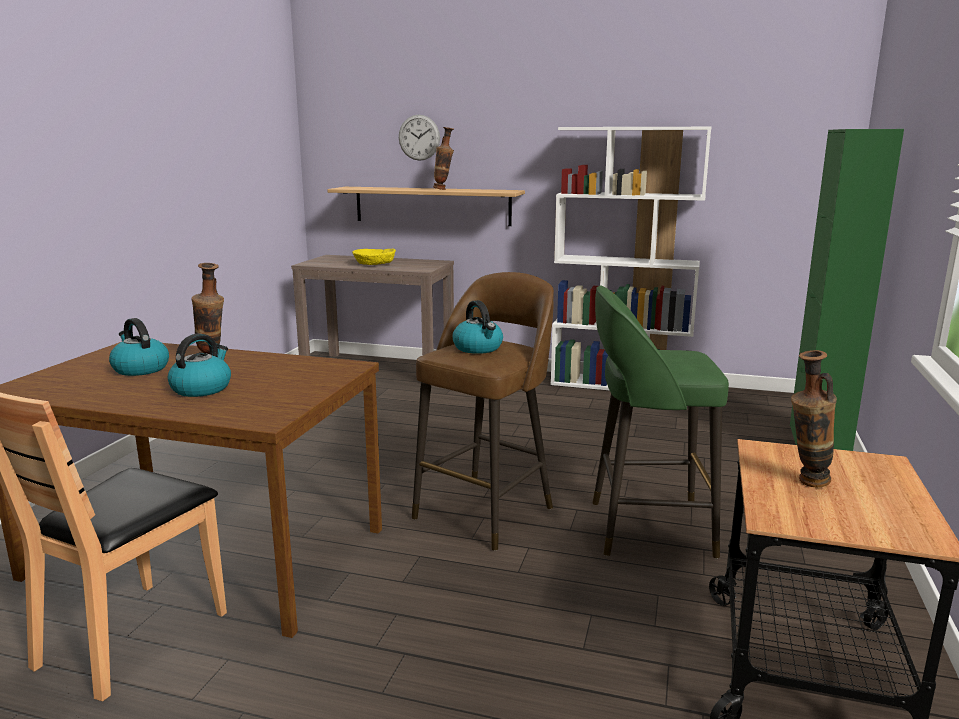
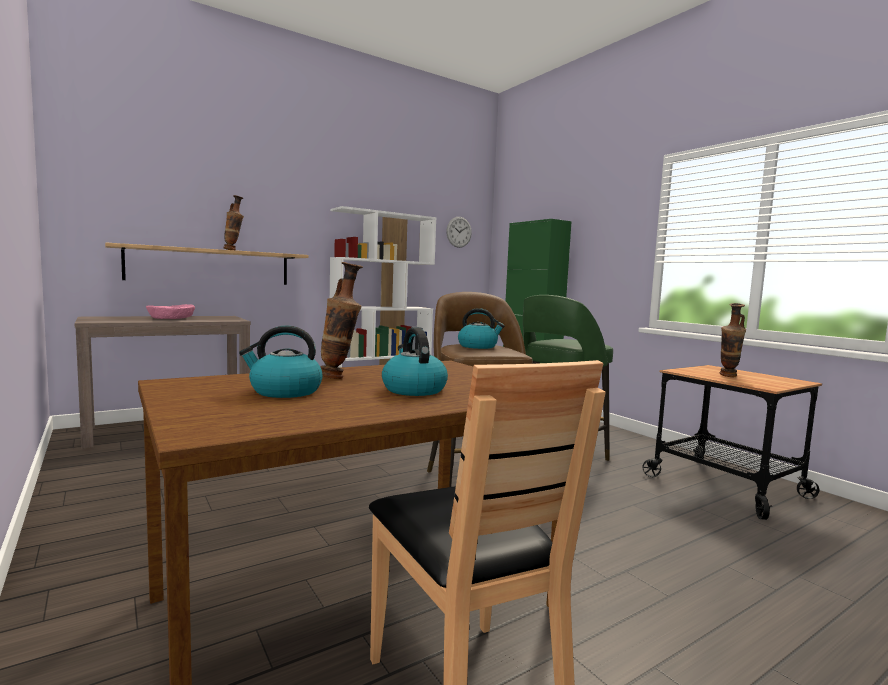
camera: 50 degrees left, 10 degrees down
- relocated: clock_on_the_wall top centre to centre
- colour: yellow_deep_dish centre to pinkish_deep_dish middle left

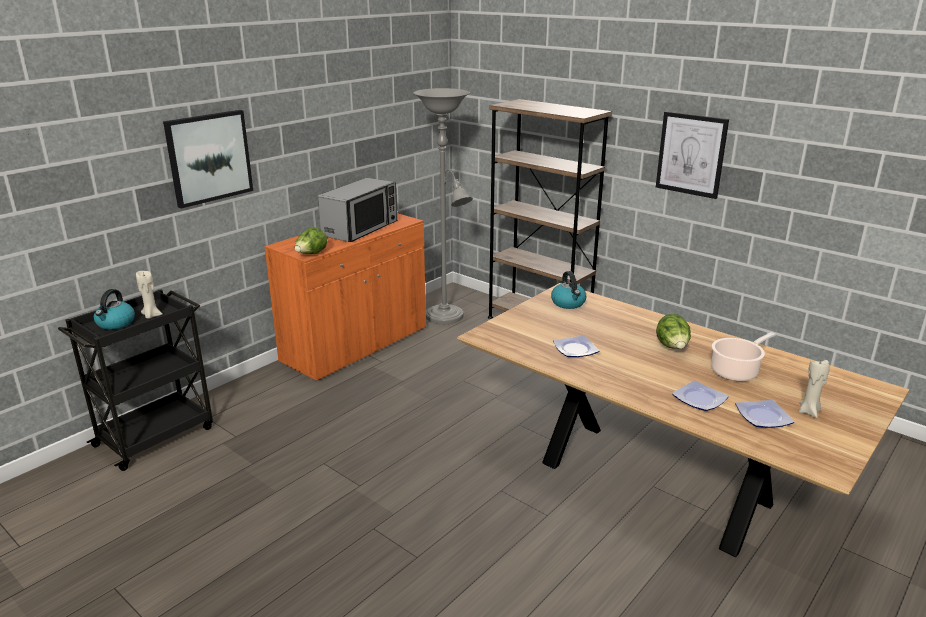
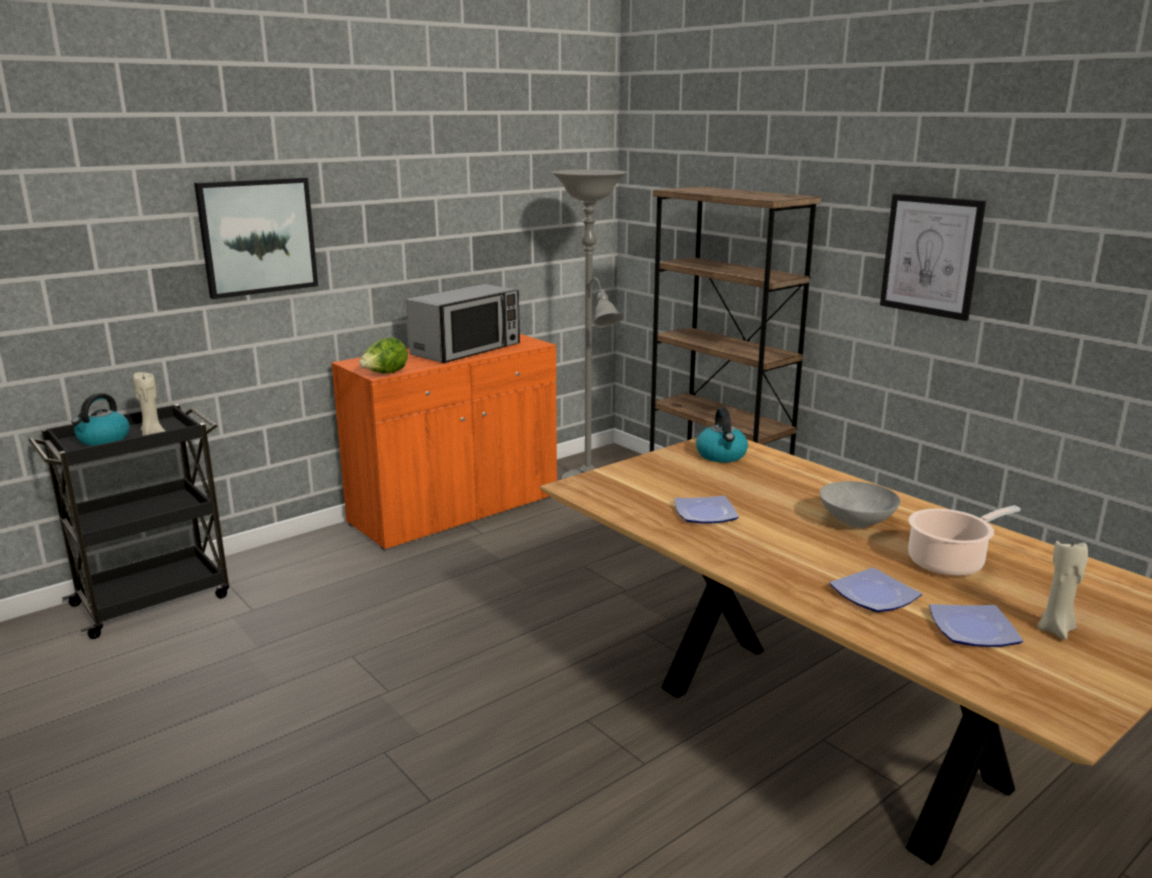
camera: 10 degrees right, 5 degrees down
- exchanged: head_of_lettuce (no. 2 from left) middle right to greyish_deep_dish middle right

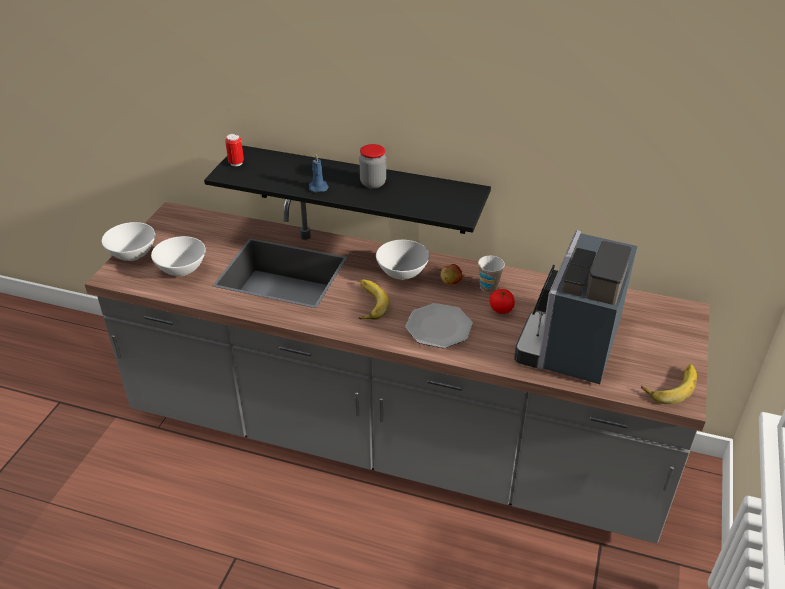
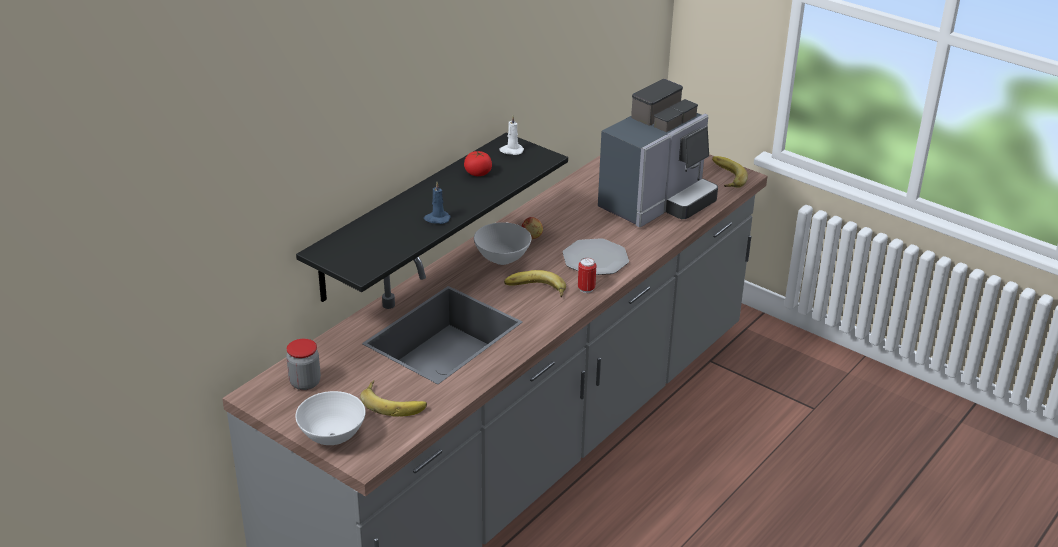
camera: 70 degrees left, 5 degrees down
- missing: drinking_cup centre
- appeared: whitish_wax_light top centre
- relocated: sealed_can top left to centre
- relocated: storage_jar top centre to middle left
- relocated: whole_tomato centre to top centre
- exchanged: whitish_deep_dish (no. 2 from left) middle left to banana (no. 1 from left) bottom centre
- spun: coffee_brewer middle right = top centre 90 degrees counterclockwise

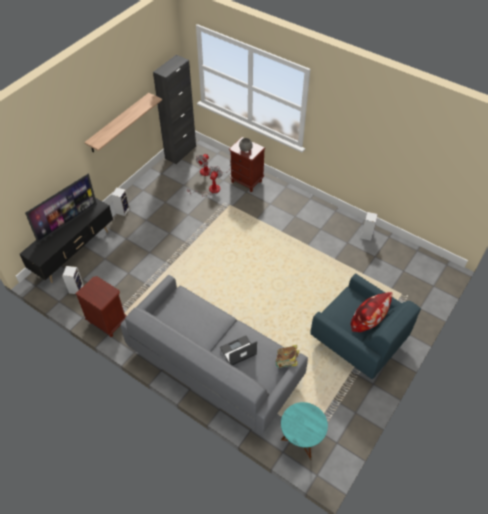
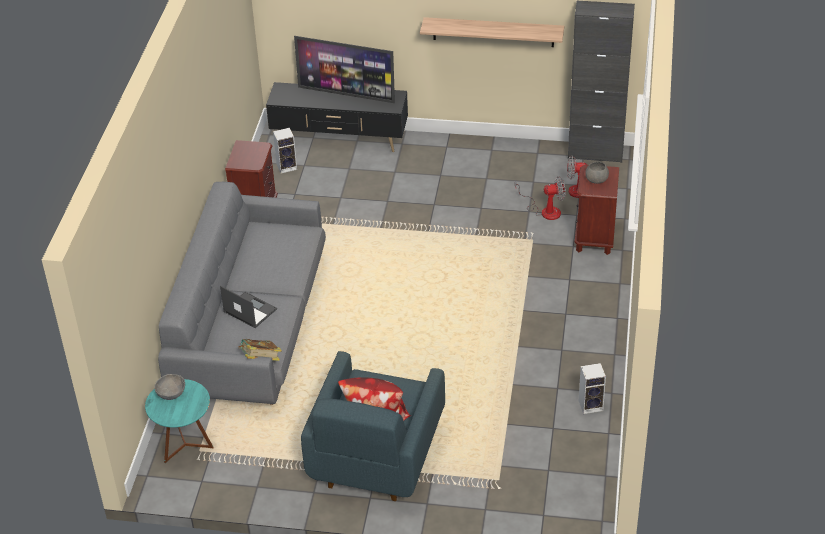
camera: 65 degrees right, 10 degrees down
- missing: audio_speaker (no. 2 from left) middle left
- appeared: greyish_deep_dish (no. 1 from left) bottom left

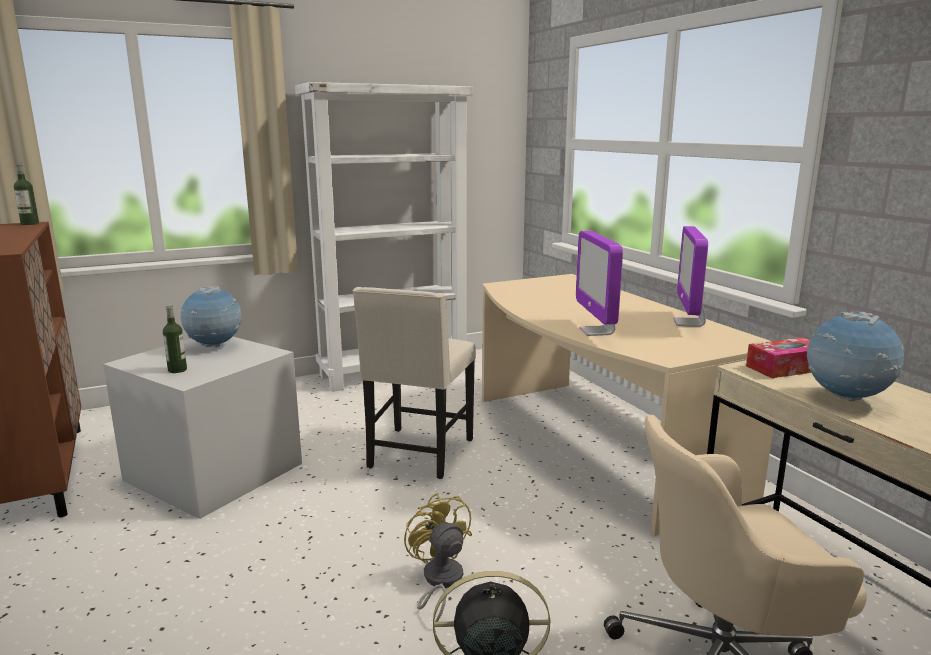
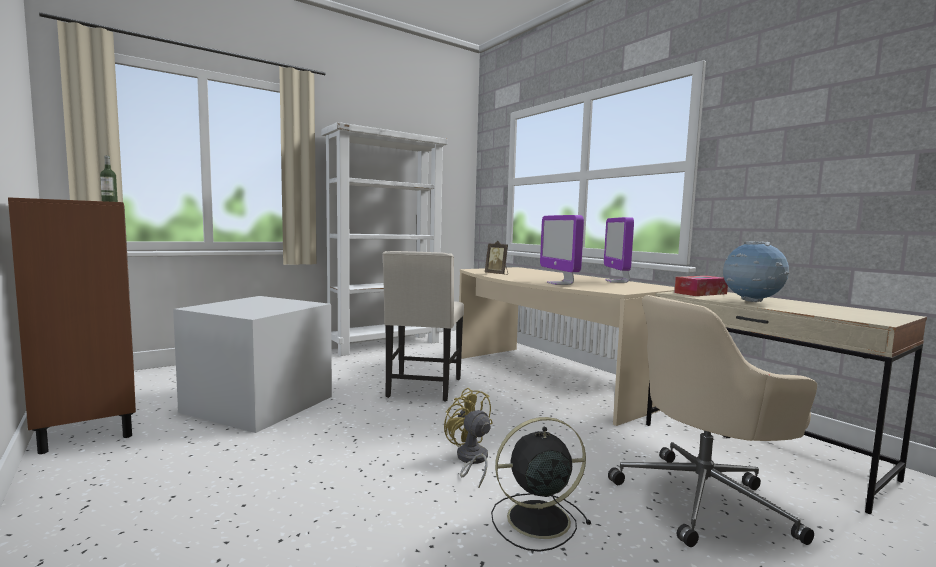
camera: 10 degrees left, 10 degrees down
- missing: beverage_bottle (no. 2 from left) middle left
- missing: desk_globe (no. 1 from left) middle left
- appeared: picture_frame centre

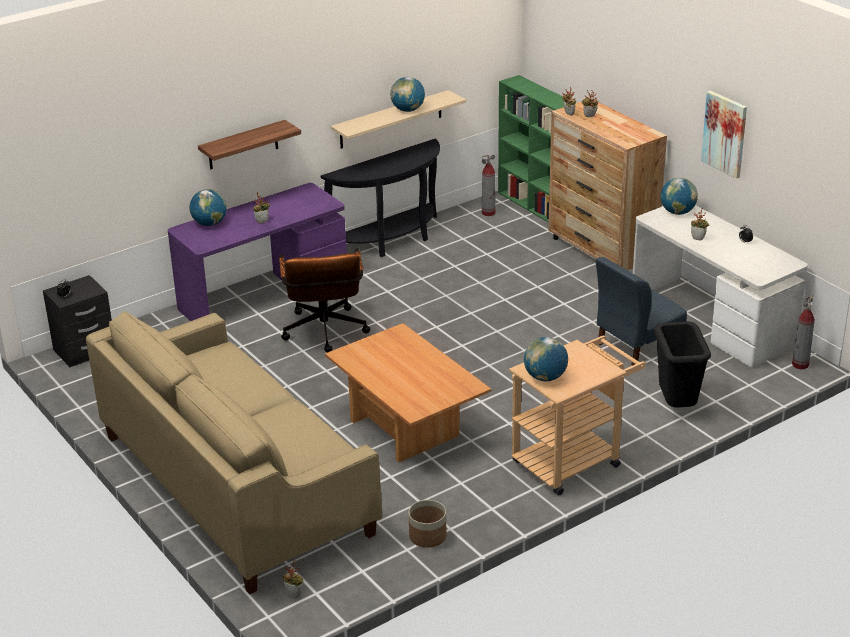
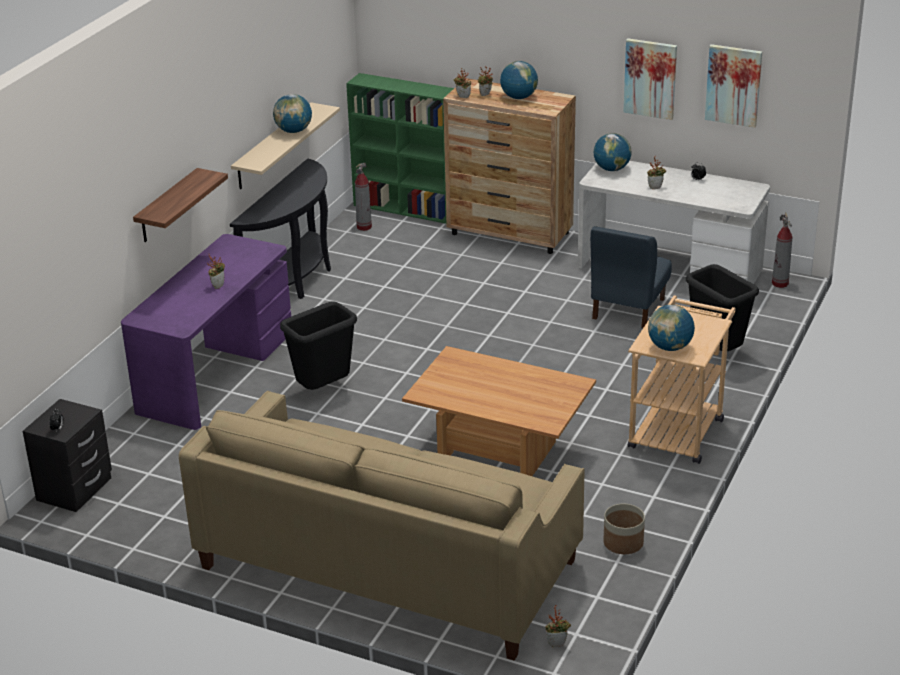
camera: 30 degrees left, 0 degrees up
- appeared: wall_art (no. 2 from left) top right
- relocated: desk_globe (no. 1 from left in the first image) top left to desk_globe (no. 2 from left) top centre
- exchanged: brown_computer_chair centre to black_waste_bin (no. 1 from left) centre

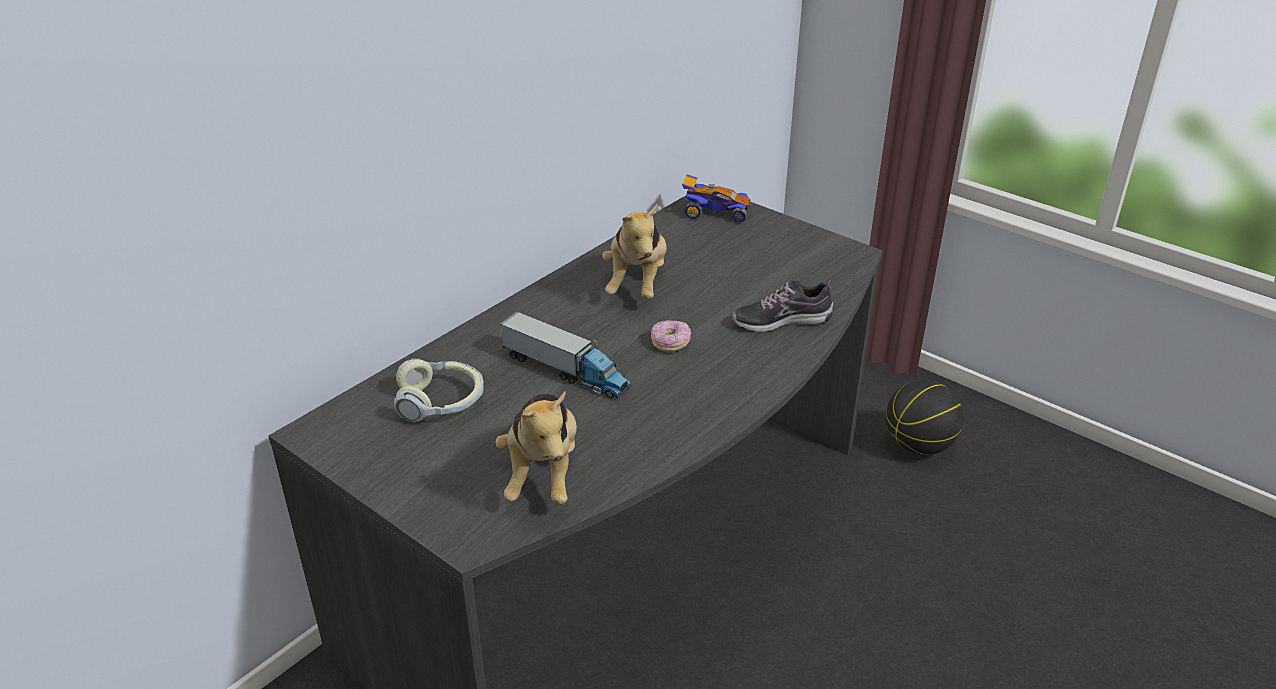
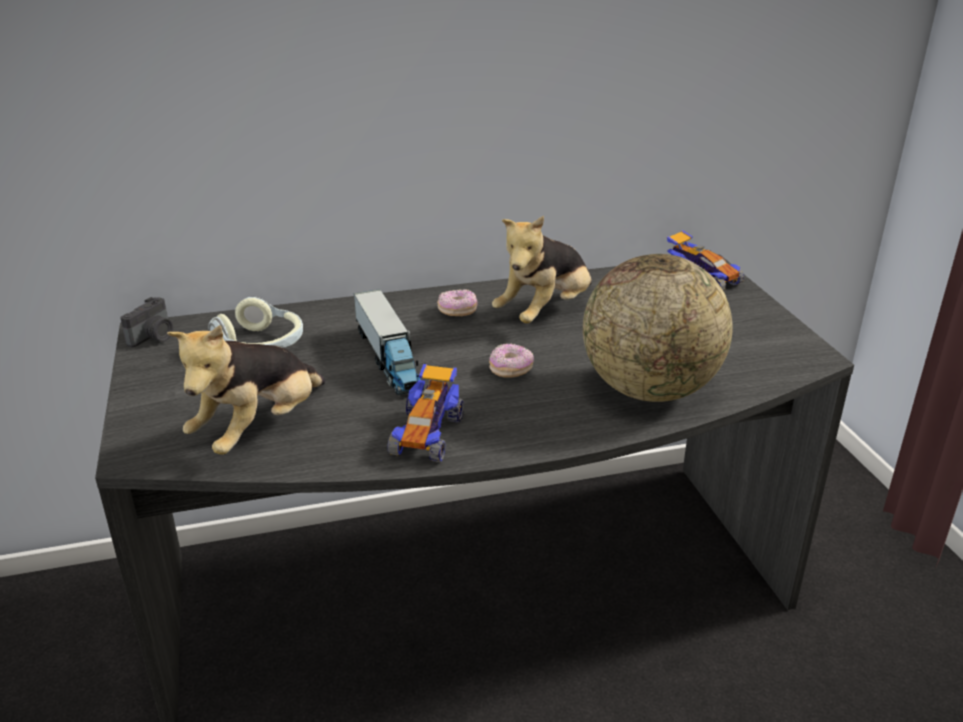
camera: 35 degrees right, 5 degrees down
- missing: basketball middle right
- appeared: photo_camera middle left
- appeared: toy_car (no. 1 from left) centre
- appeared: ring_doughnut (no. 1 from left) centre
- exchanged: item_of_footwear centre to desk_globe middle right

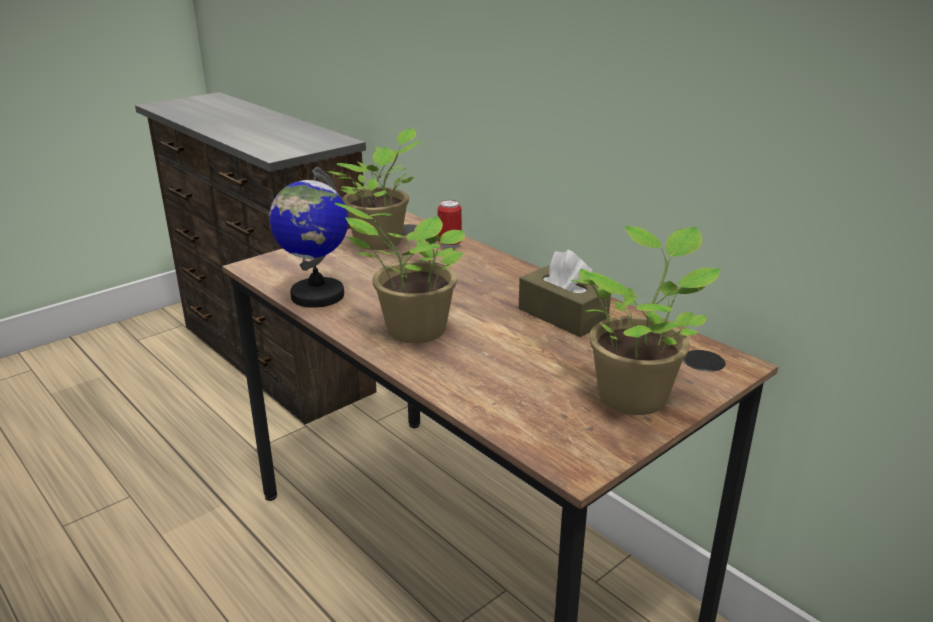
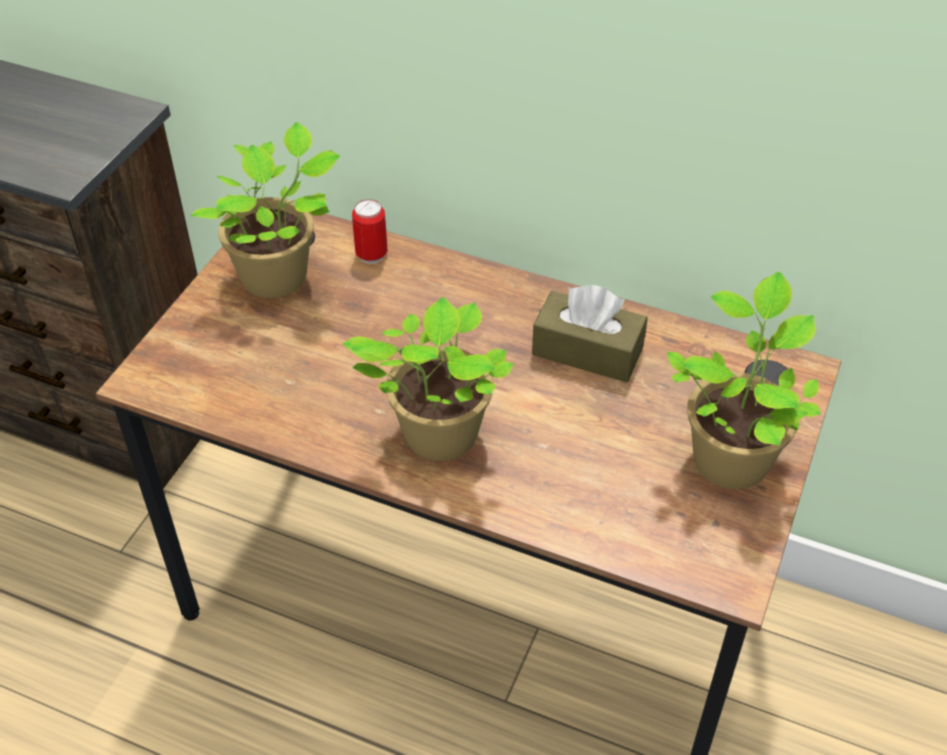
camera: 25 degrees left, 20 degrees up
- missing: desk_globe middle left

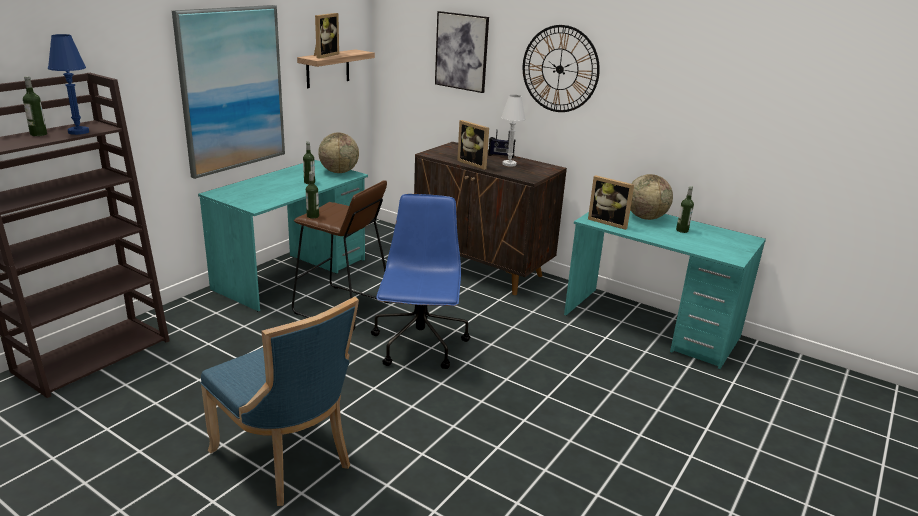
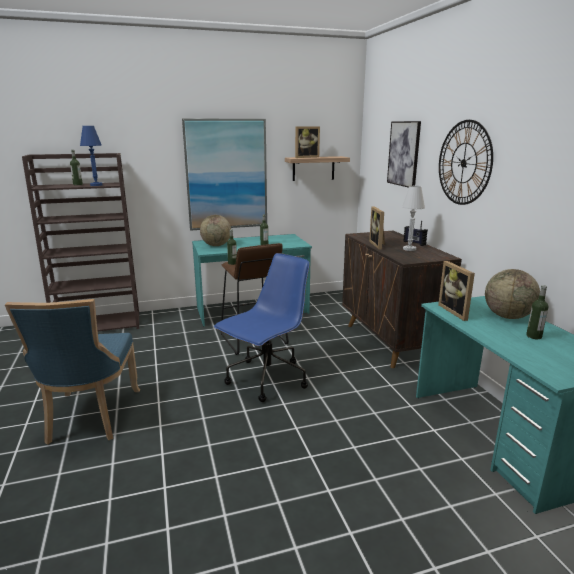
camera: 40 degrees right, 5 degrees down
- relocated: desk_globe (no. 1 from left) top centre to centre

